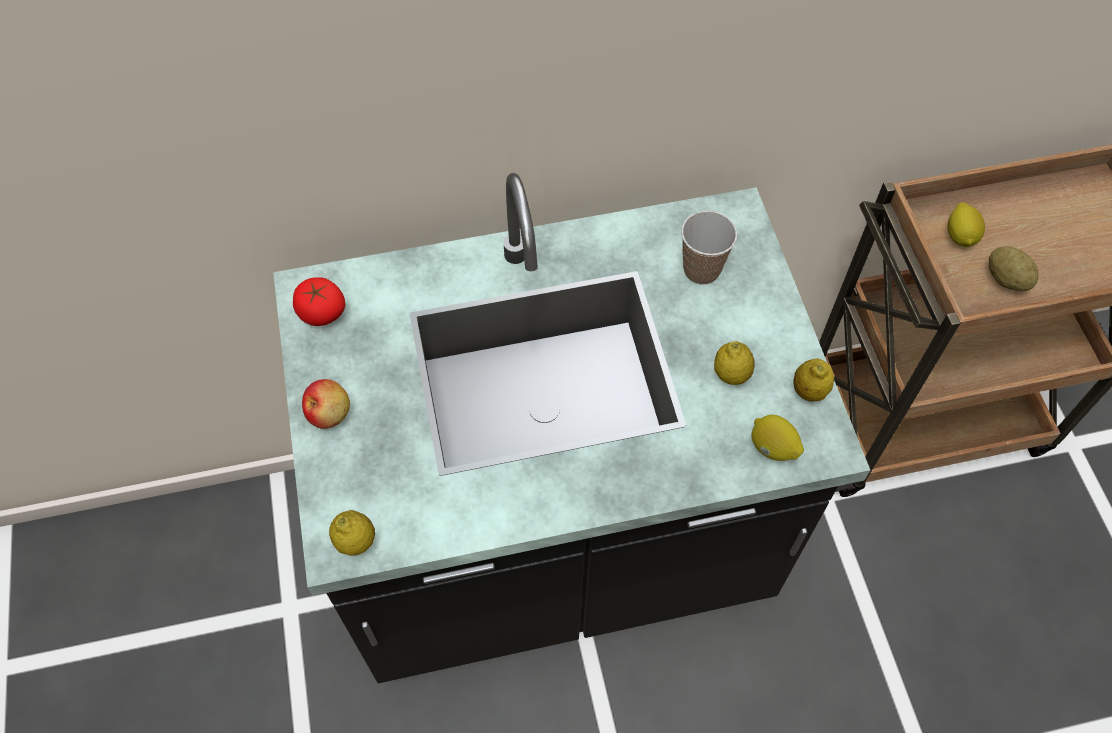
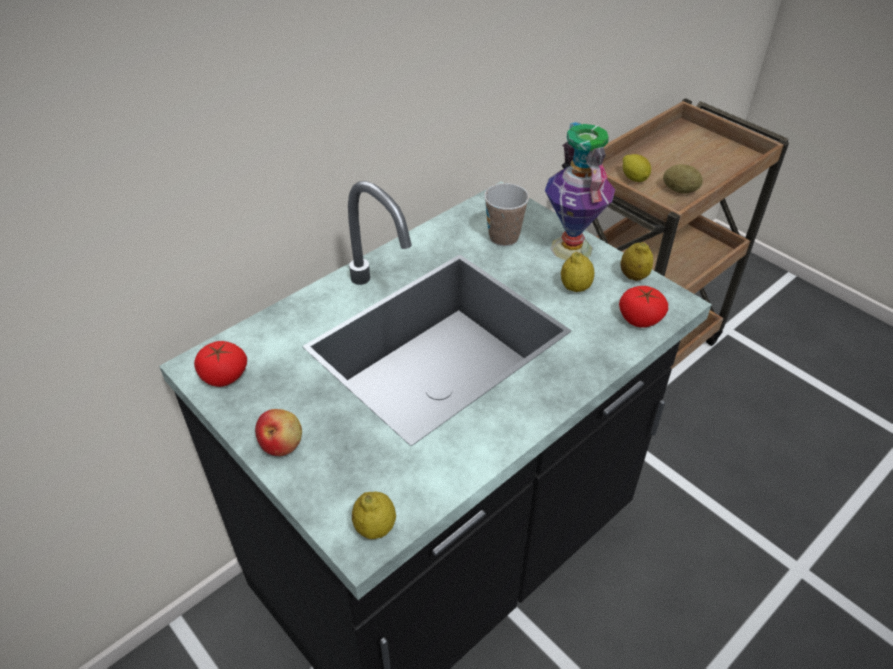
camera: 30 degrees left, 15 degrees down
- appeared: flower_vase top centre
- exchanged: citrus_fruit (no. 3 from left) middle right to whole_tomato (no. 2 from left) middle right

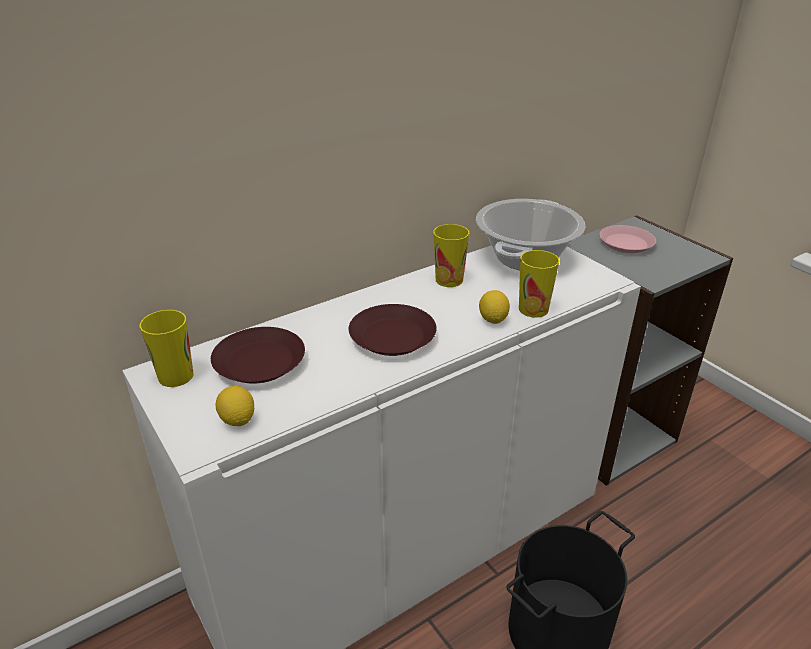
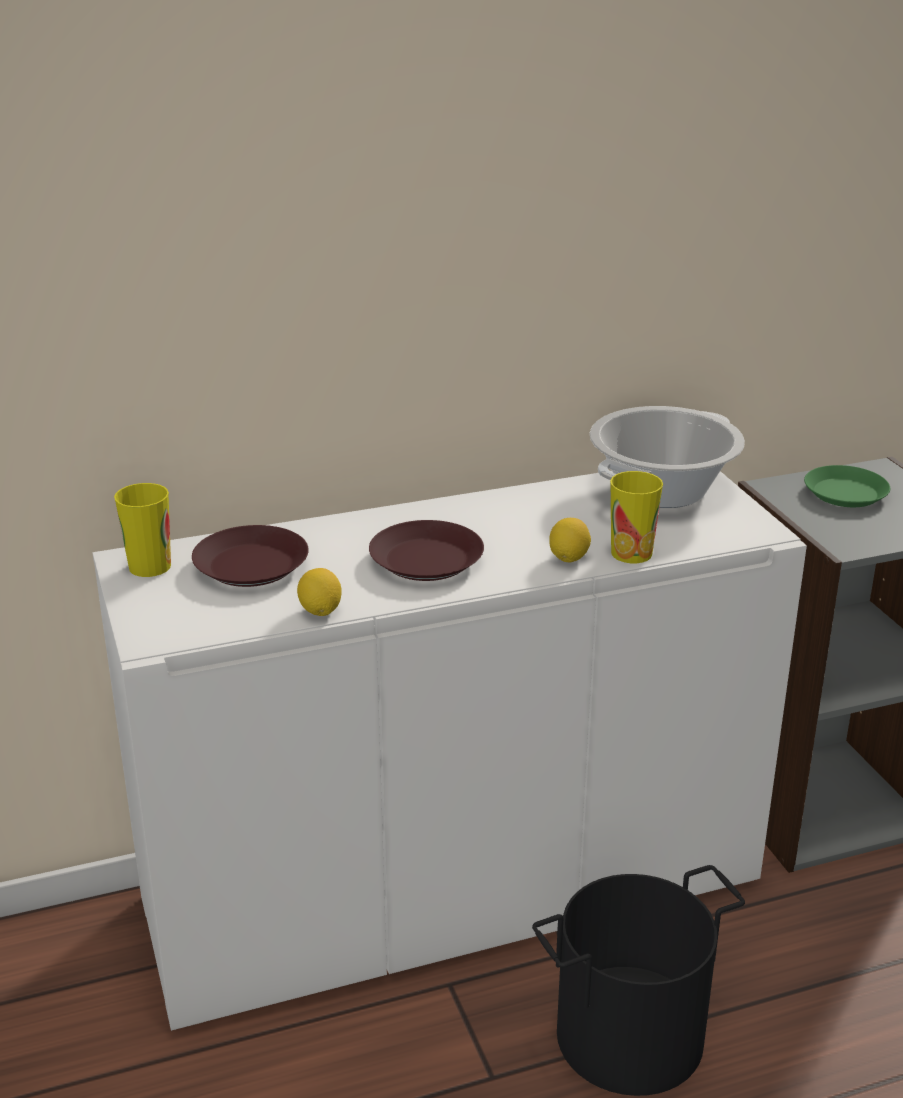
camera: 15 degrees right, 5 degrees down
- missing: drinking_cup (no. 2 from left) centre
- relocated: citrus_fruit (no. 1 from left) middle left to centre
- colour: pinkish_flat_dish middle right to green-coloured_flat_dish middle right

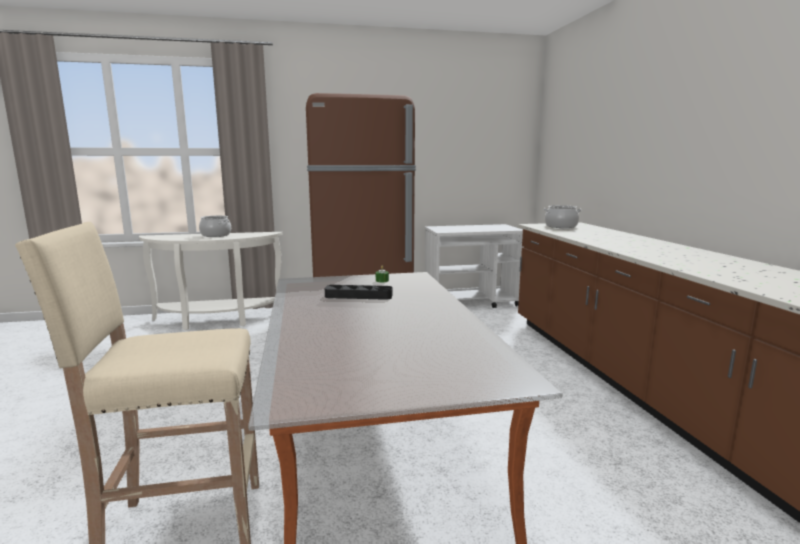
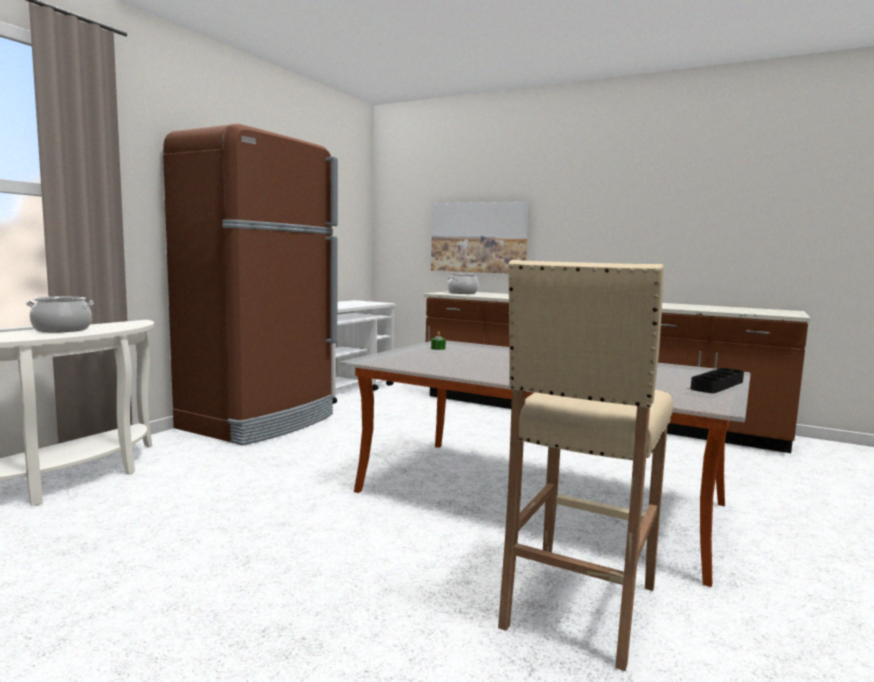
camera: 50 degrees left, 5 degrees down
- appeared: wall_art centre
- relocated: black_carrying_tray centre to middle right

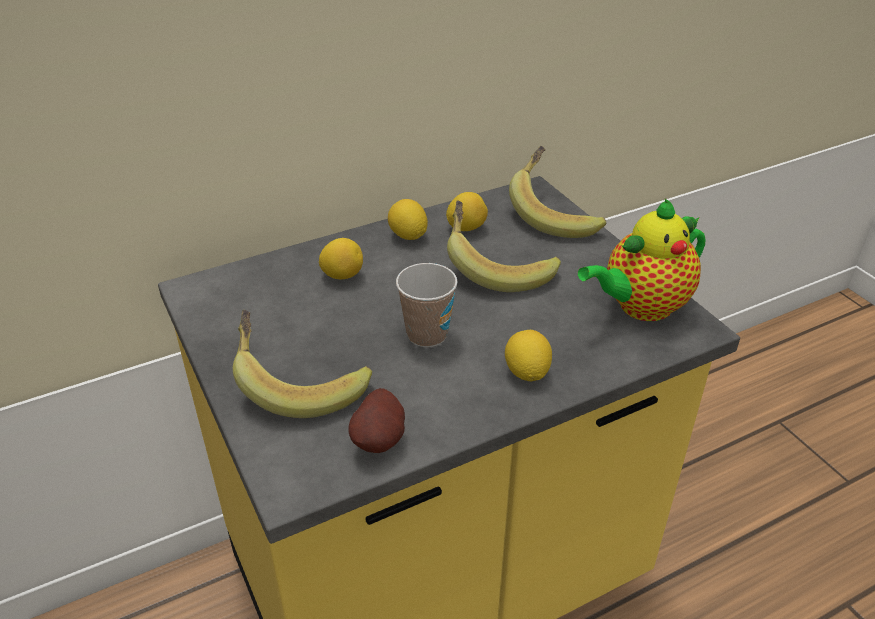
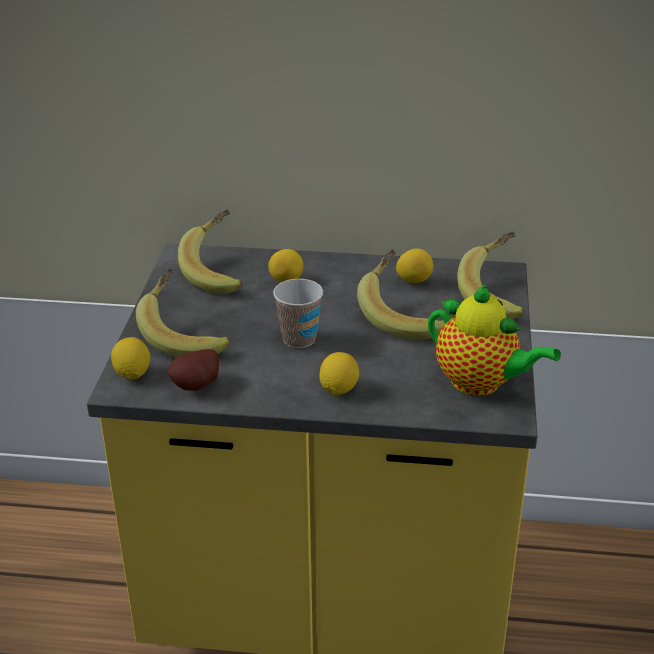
camera: 35 degrees right, 5 degrees down
- appeared: banana (no. 2 from left) middle left
- relocated: citrus_fruit (no. 2 from left in the first image) centre to citrus_fruit (no. 1 from left) middle left
- spun: teapot middle right = middle right 150 degrees counterclockwise

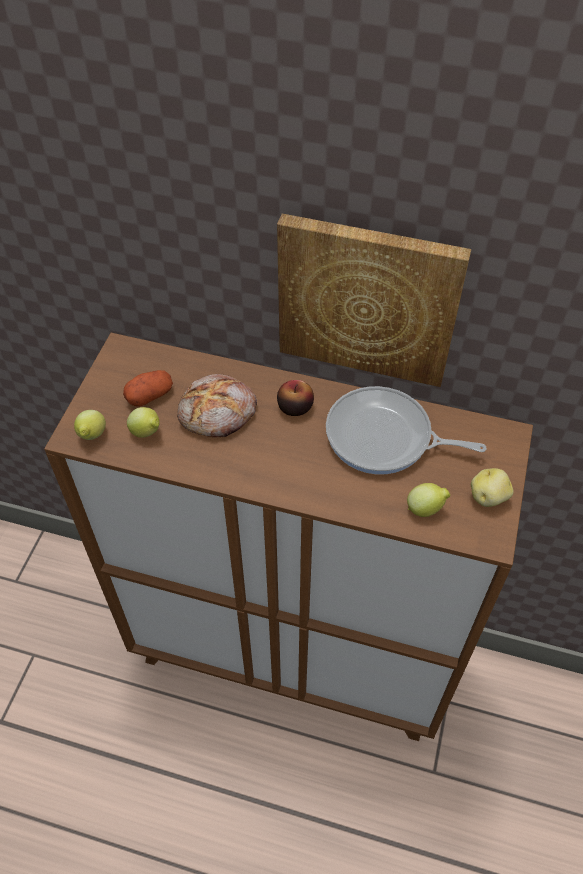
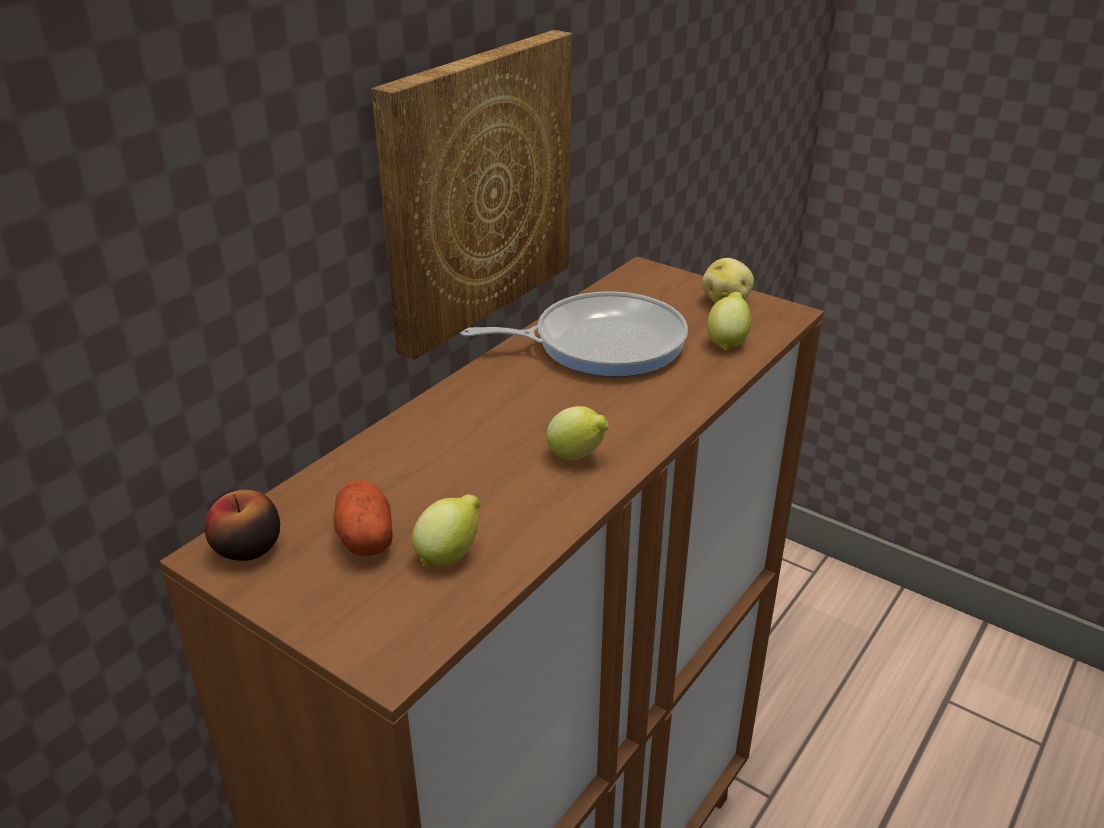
camera: 70 degrees left, 20 degrees down
- missing: bakery_bread centre
- relocated: citrus_fruit (no. 1 from left in the first image) middle left to citrus_fruit (no. 2 from left) centre
- relocated: whole_apple centre to middle left
- spun: skillet middle right = centre 135 degrees counterclockwise

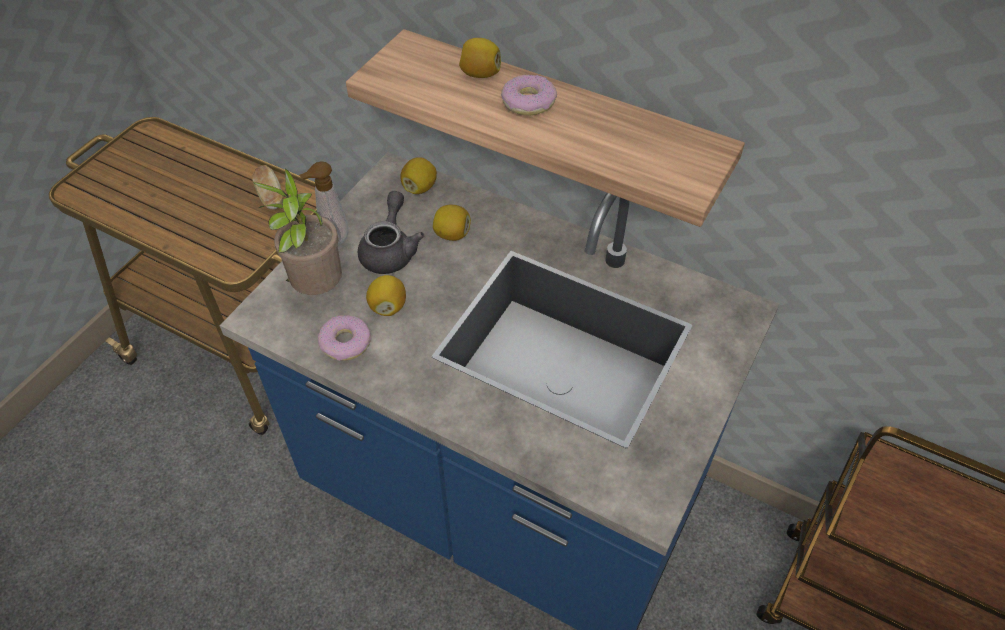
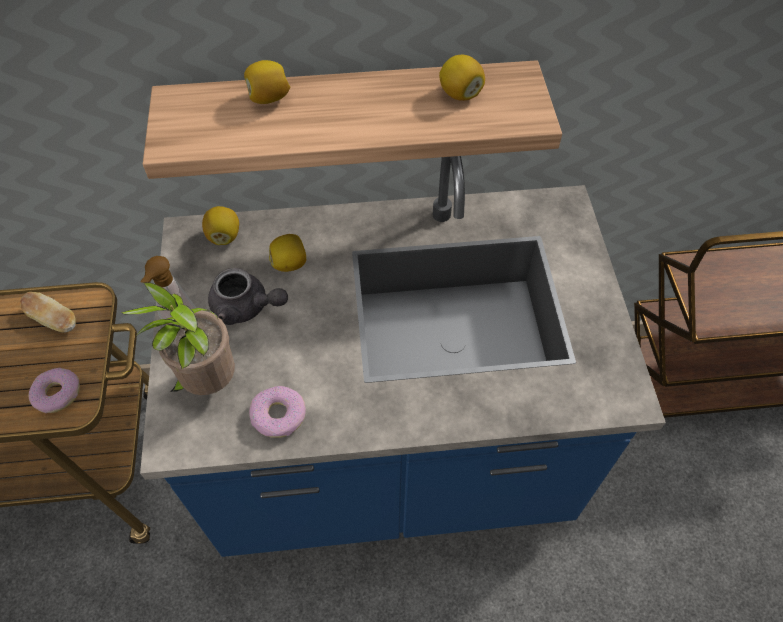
camera: 35 degrees left, 5 degrees up
- relocated: citrus_fruit (no. 1 from left in the first image) centre to citrus_fruit (no. 4 from left) top centre
- relocated: ring_doughnut (no. 2 from left in the first image) top centre to ring_doughnut (no. 1 from left) middle left
- spun: greyish_teapot centre = middle left 135 degrees clockwise

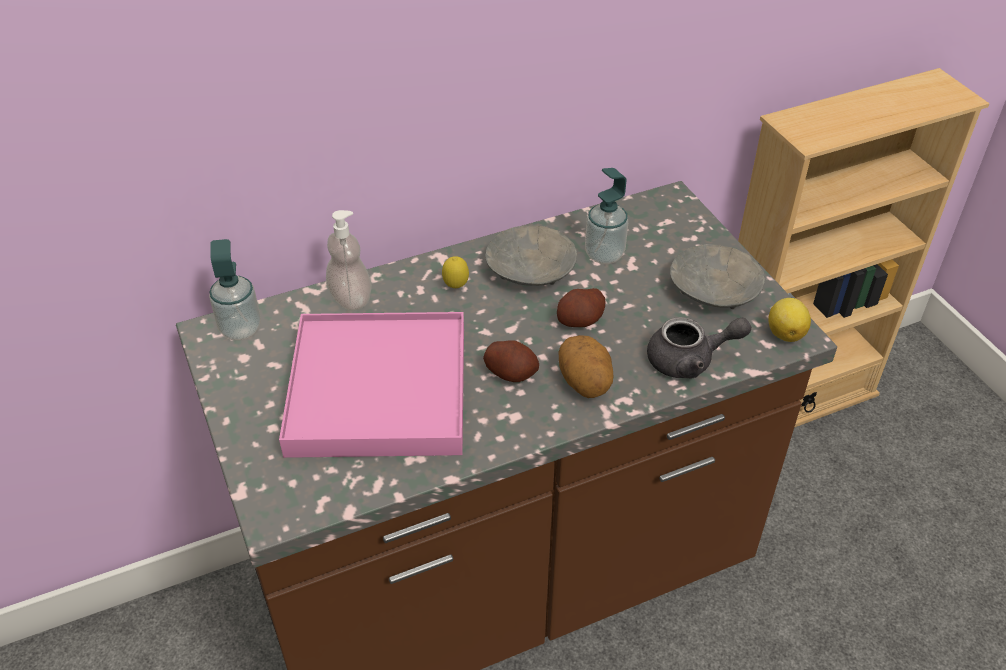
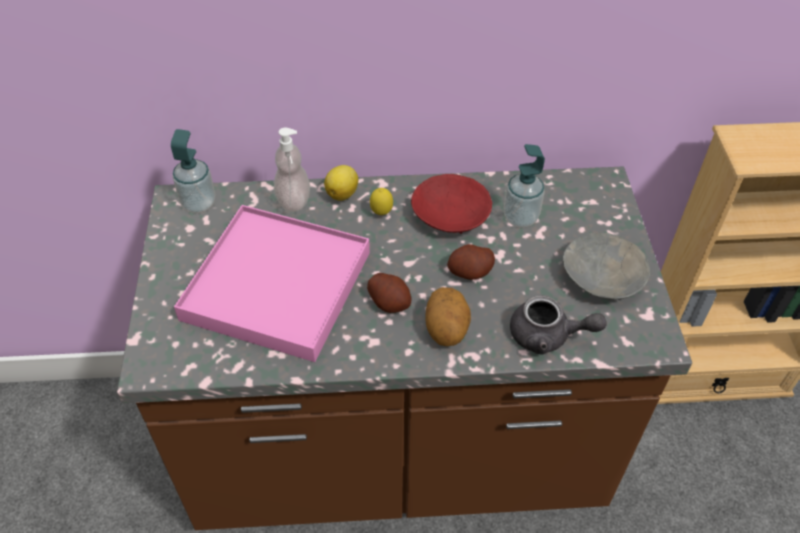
camera: 20 degrees right, 5 degrees up
- relocated: citrus_fruit (no. 2 from left in the first image) middle right to citrus_fruit (no. 1 from left) centre
- colour: greyish_deep_dish (no. 1 from left) centre to red_deep_dish centre

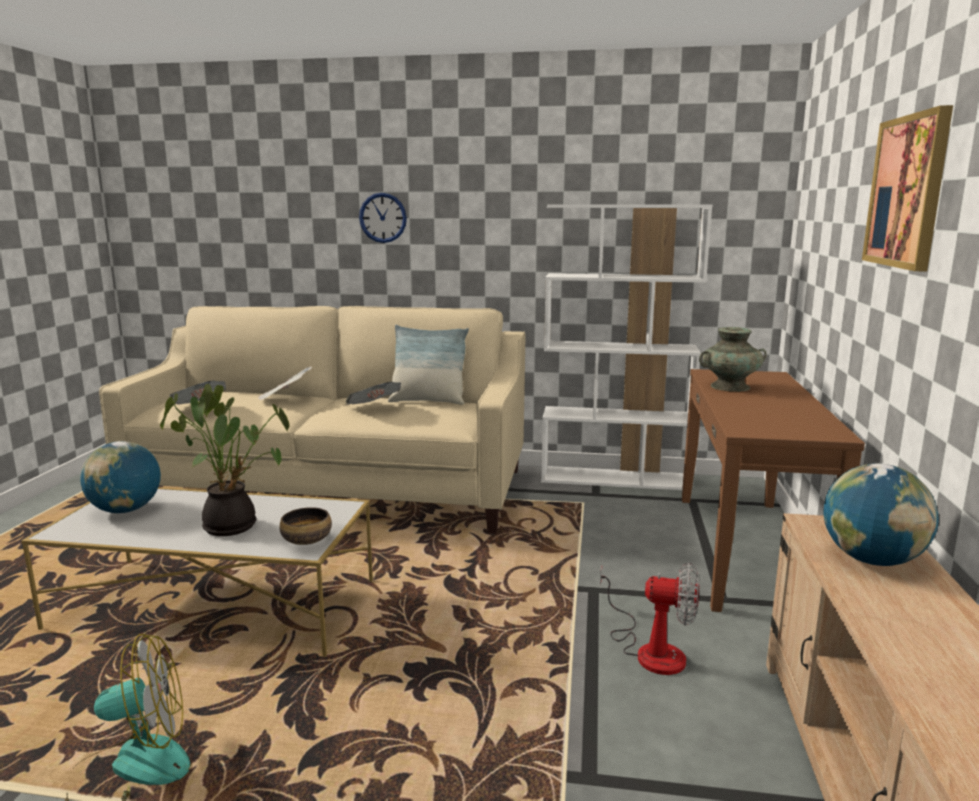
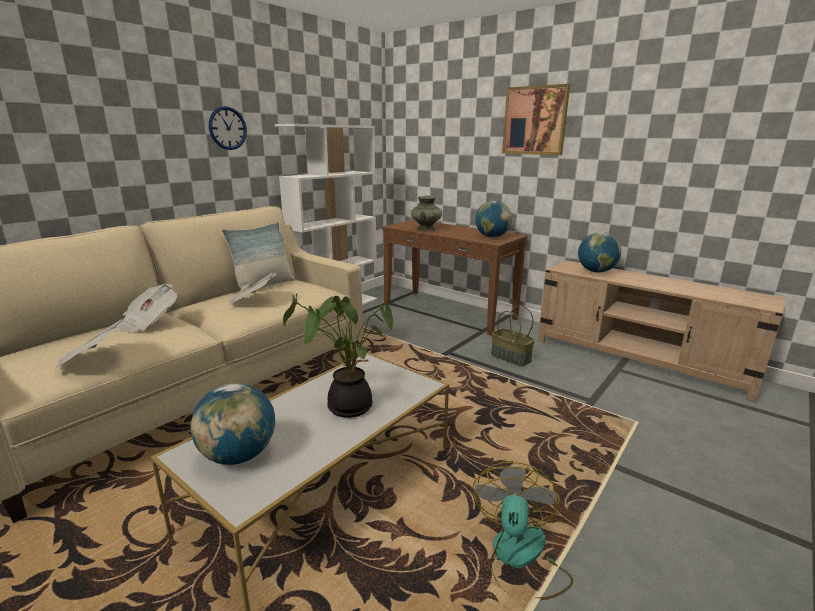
camera: 60 degrees left, 5 degrees up
- missing: deep_dish middle left
- appeared: desk_globe (no. 2 from left) centre
- relocated: clock_on_the_wall top centre to top left
- exchanged: electric_fan (no. 2 from left) bottom centre to basket centre

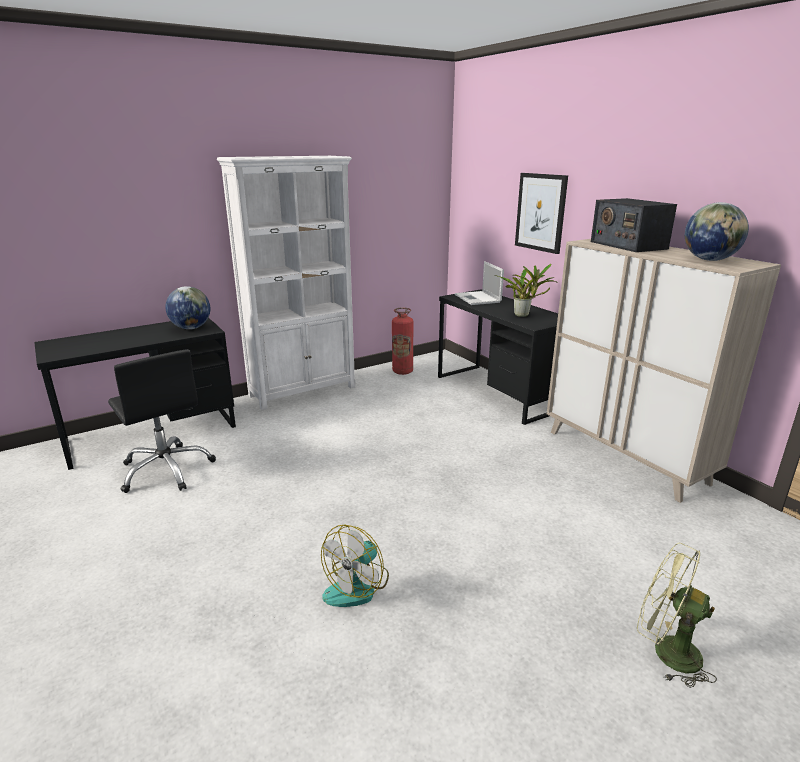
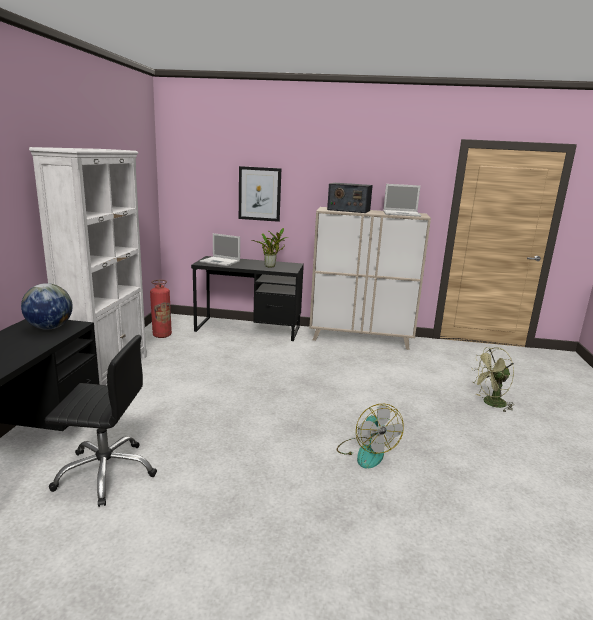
camera: 50 degrees left, 5 degrees down
- exchanged: desk_globe (no. 2 from left) top right to portable_computer (no. 2 from left) top right

